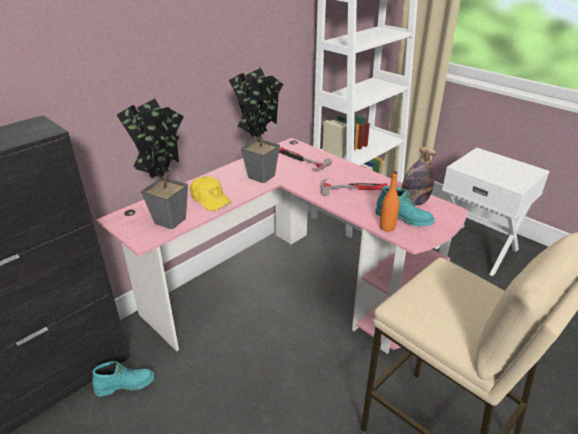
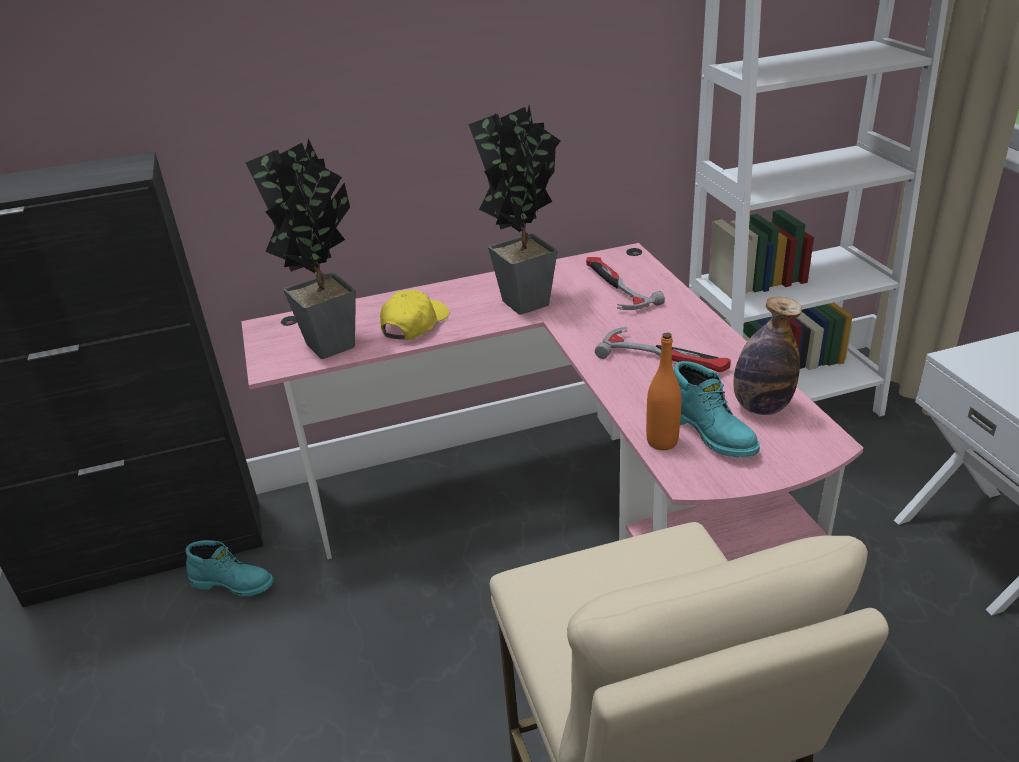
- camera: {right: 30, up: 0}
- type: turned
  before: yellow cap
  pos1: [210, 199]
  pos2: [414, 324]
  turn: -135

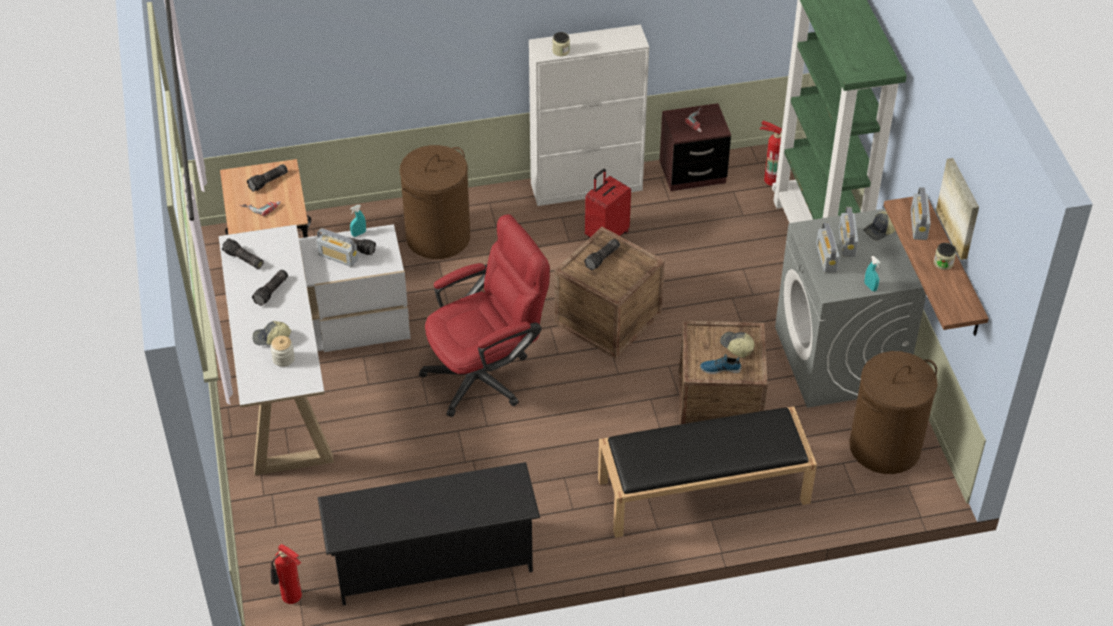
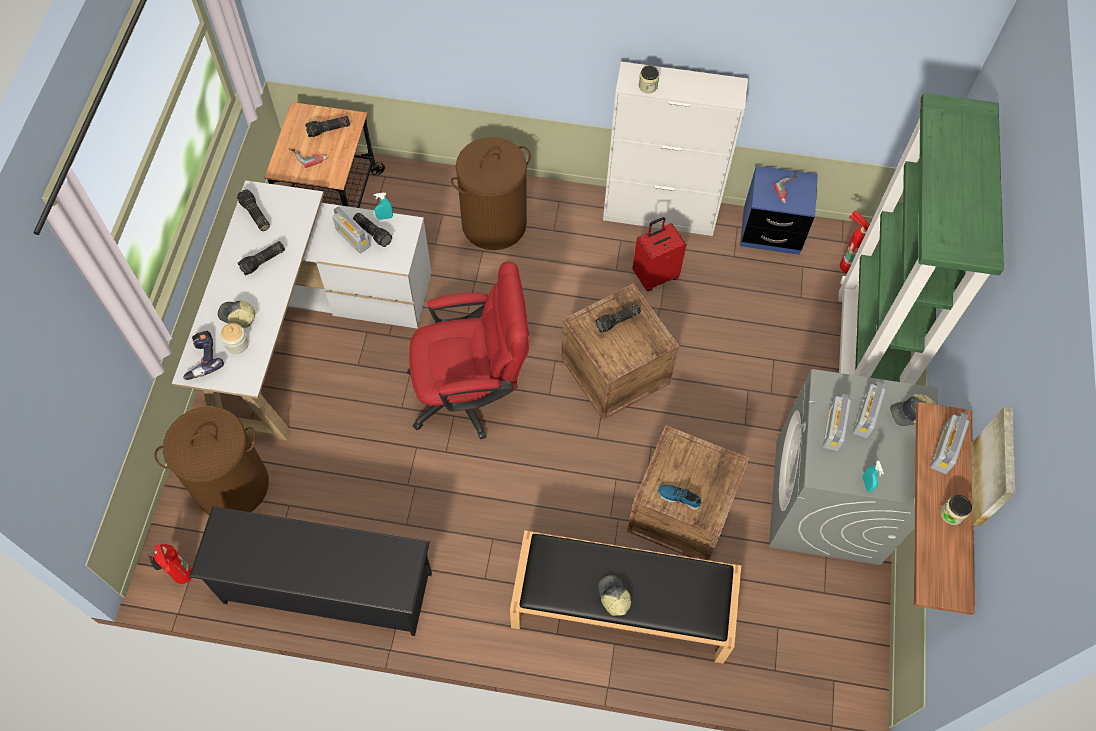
- camera: {right: 20, up: 15}
- type: moved
  before: brown laundry basket
  pos1: [885, 447]
  pos2: [232, 486]
- type: added
  after: power drill
  pos2: [201, 359]
- type: moved
  before: cap
  pos1: [736, 347]
  pos2: [613, 597]
- type: recoloured
  before: brown nightstand
  after: blue nightstand
  pos1: [692, 172]
  pos2: [771, 231]

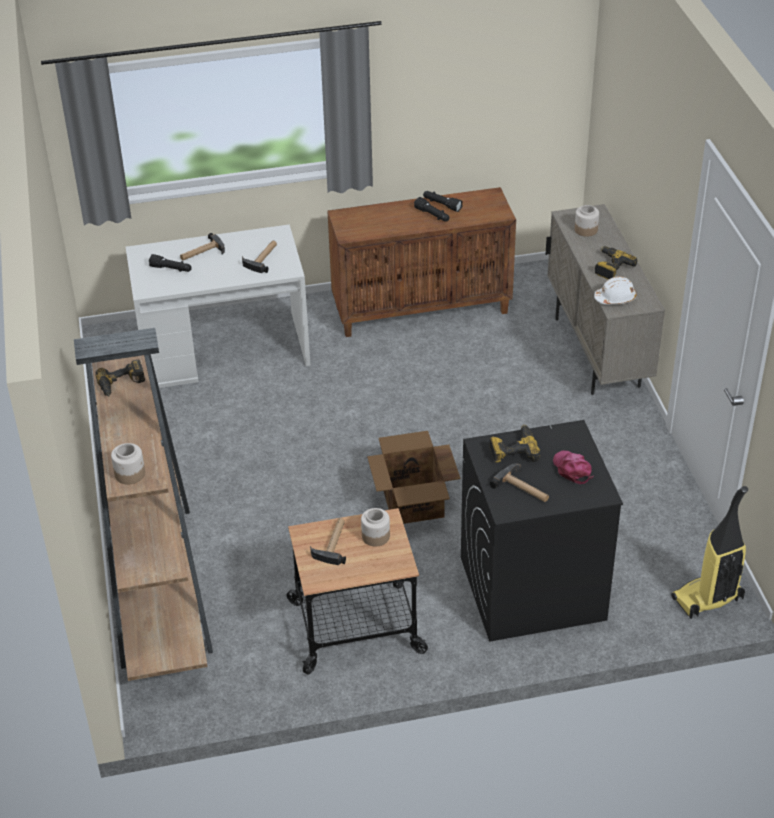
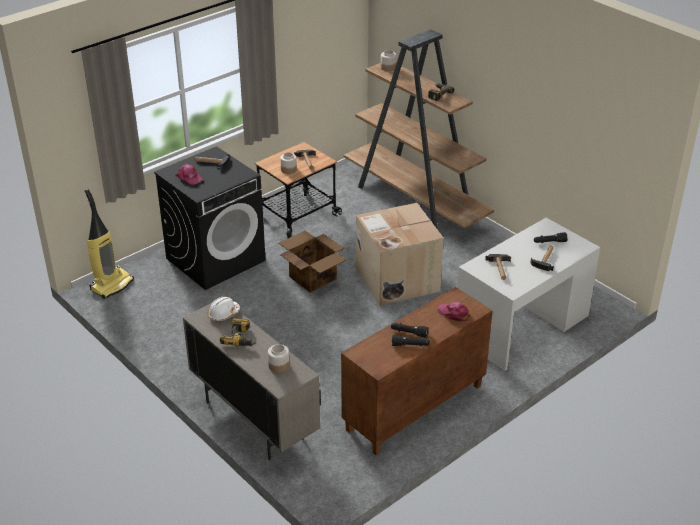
- camera: {right: 150, up: -5}
- type: added
  after: cardboard box
  pos2: [396, 279]
- type: added
  after: pink cap
  pos2: [453, 314]
- type: removed
  before: power drill
  pos1: [513, 450]

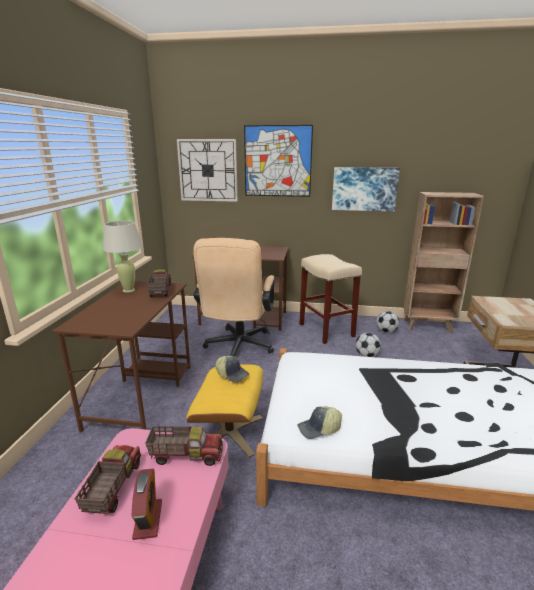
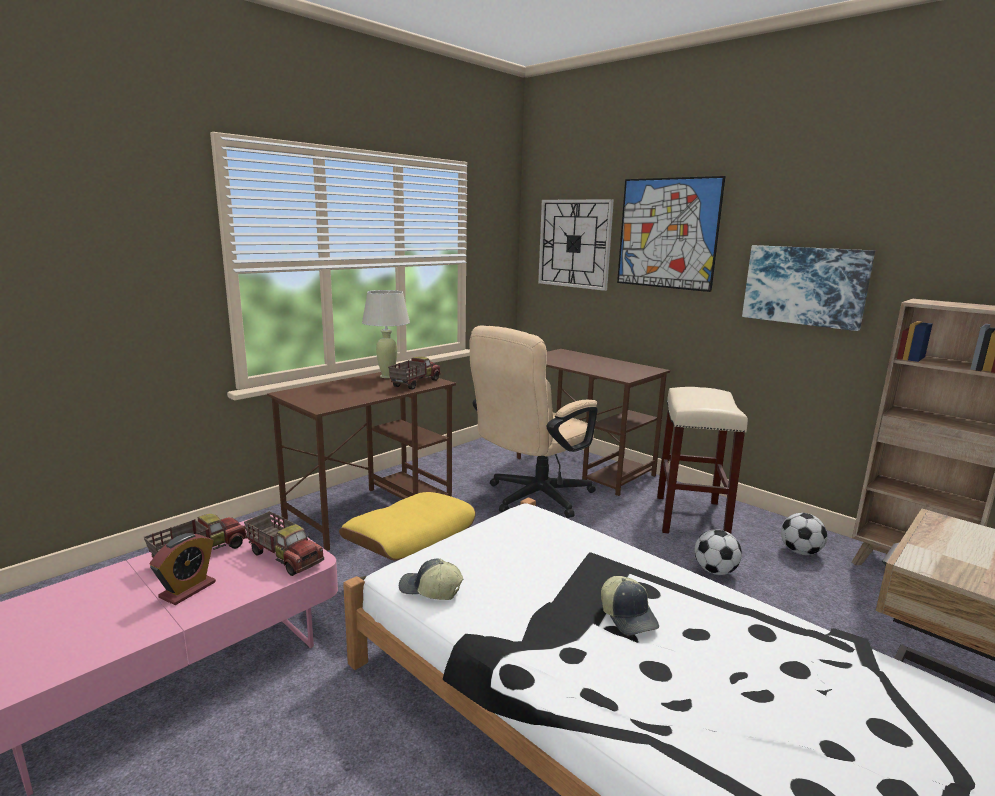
- camera: {right: 35, up: -5}
- type: moved
  before: cap
  pos1: [232, 374]
  pos2: [628, 616]

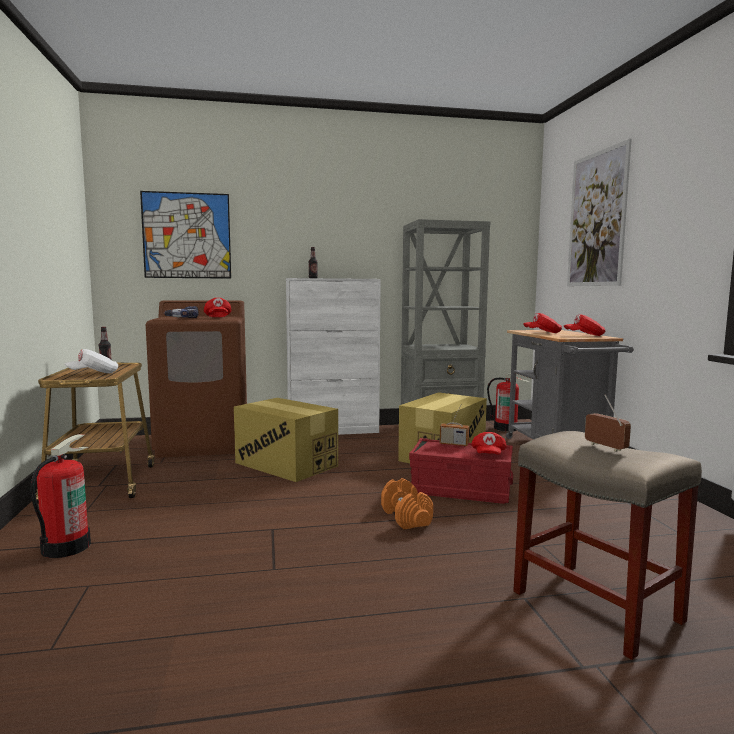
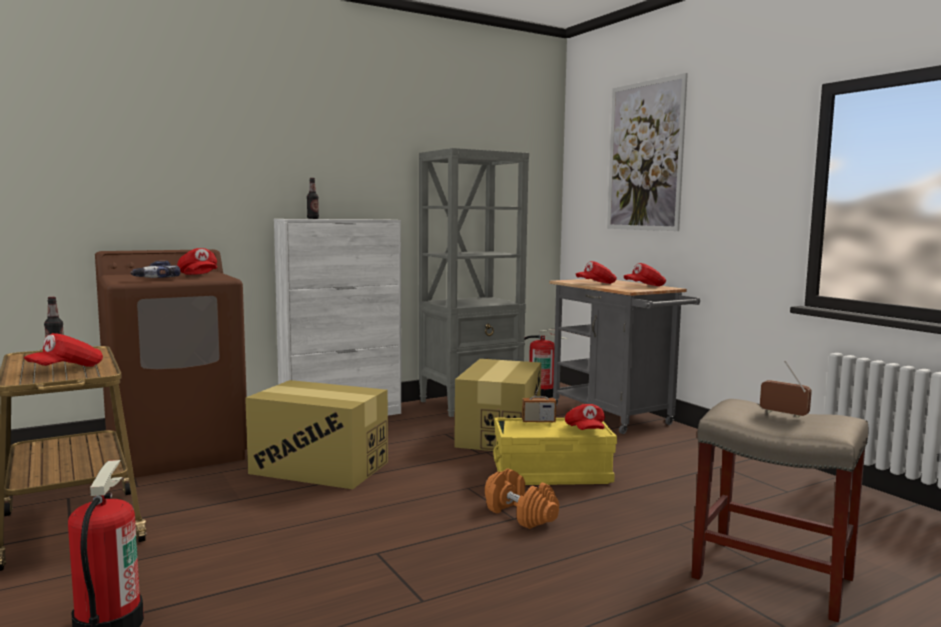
- camera: {right: -20, up: 0}
- type: recoloured
  before: white cap
  after: red cap
  pos1: [93, 374]
  pos2: [67, 369]
- type: recoloured
  before: red storage box
  after: yellow storage box
  pos1: [461, 489]
  pos2: [551, 473]
- type: removed
  before: picture
  pos1: [187, 235]

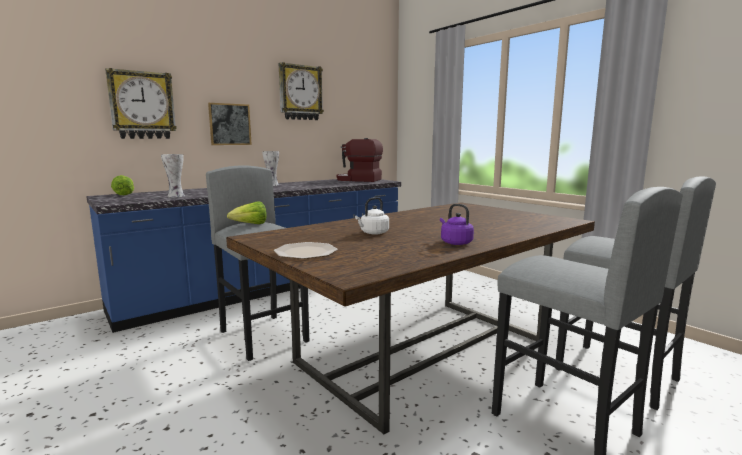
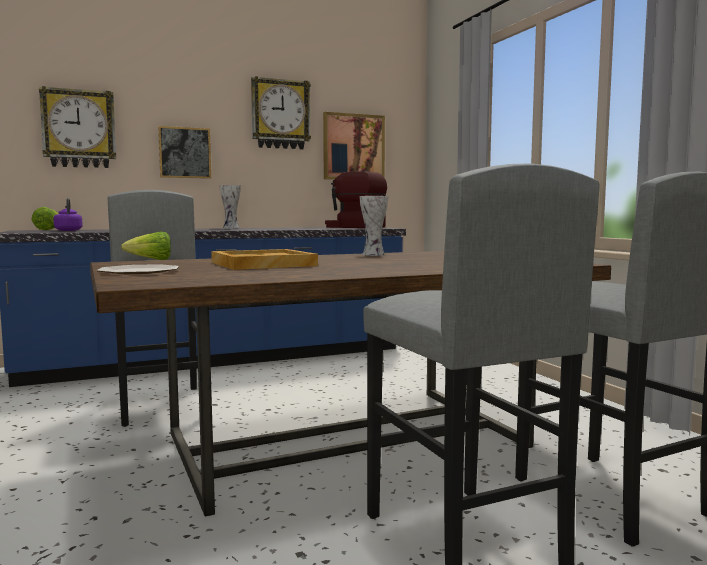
- camera: {right: 15, up: -5}
- type: moved
  before: purple kettle
  pos1: [455, 242]
  pos2: [68, 230]
- type: replaced
  before: white kettle
  after: beige tray
  pos1: [373, 233]
  pos2: [262, 264]
- type: added
  after: picture
  pos2: [353, 147]
- type: moved
  before: vase
  pos1: [175, 196]
  pos2: [373, 255]

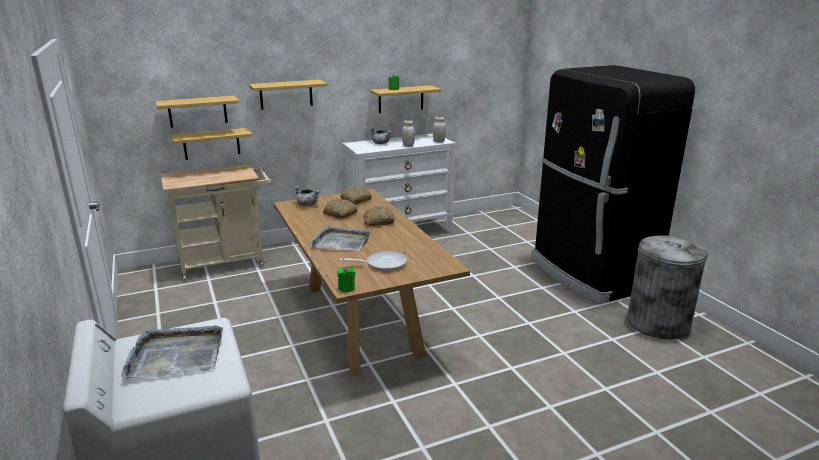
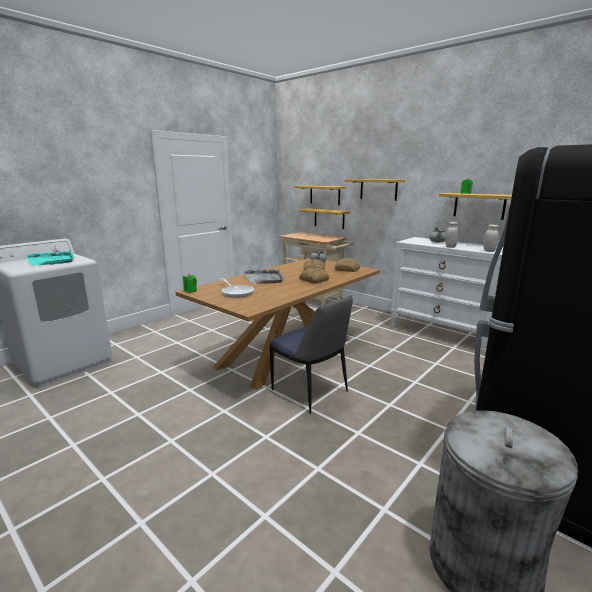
- camera: {right: 65, up: -5}
- type: recoloured
  before: grey tray
  after: turquoise tray
  pos1: [176, 355]
  pos2: [52, 260]
- type: added
  after: chair
  pos2: [311, 392]

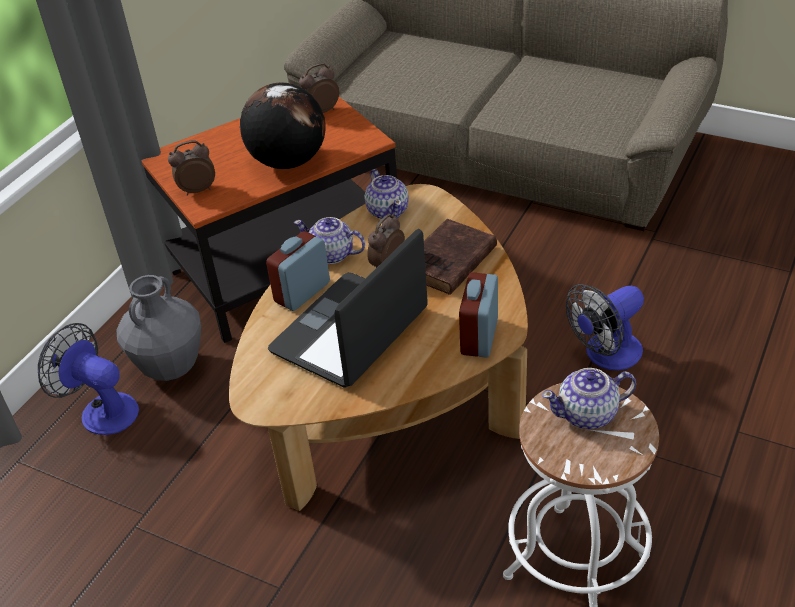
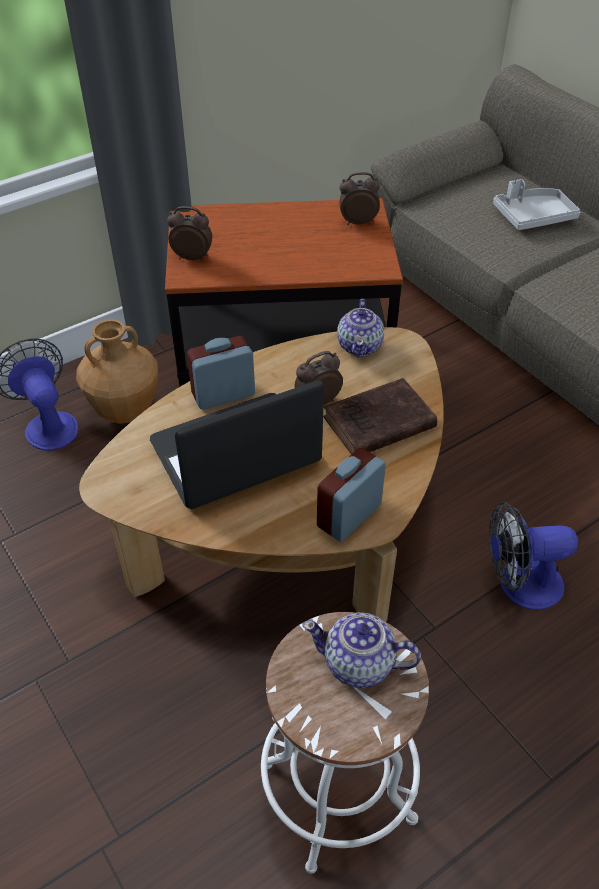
- camera: {right: 25, up: 5}
- type: recoloured
  before: grey vase
  after: brown vase
  pos1: [171, 367]
  pos2: [126, 411]
- type: added
  after: grey tray
  pos2: [533, 217]
- type: removed
  before: globe
  pos1: [288, 162]
- type: removed
  before: teapot
  pos1: [332, 254]

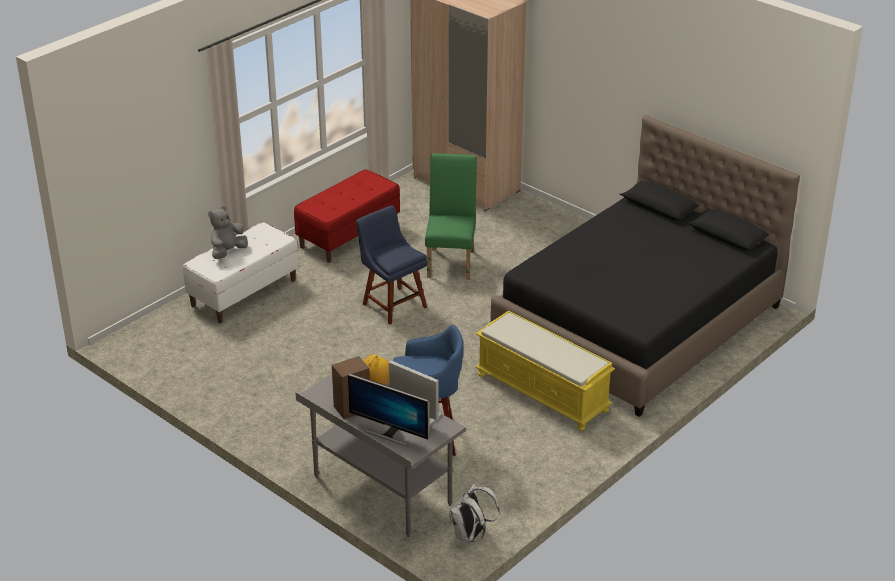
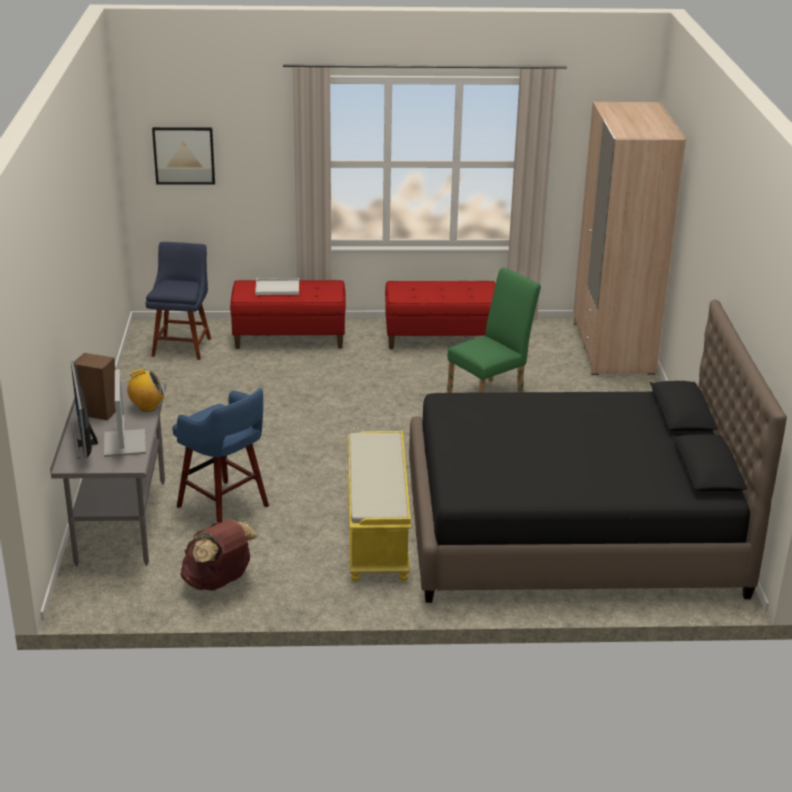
- camera: {right: 45, up: -5}
- type: moved
  before: blue chair
  pos1: [392, 304]
  pos2: [182, 345]
- type: added
  after: picture
  pos2: [184, 155]
- type: added
  after: brown backpack
  pos2: [218, 582]
- type: recoloured
  before: white bench
  after: red bench
  pos1: [243, 292]
  pos2: [289, 338]
- type: replaced
  before: grey plush toy
  after: white tray
  pos1: [228, 252]
  pos2: [278, 287]
- type: removed
  before: white backpack
  pos1: [471, 536]

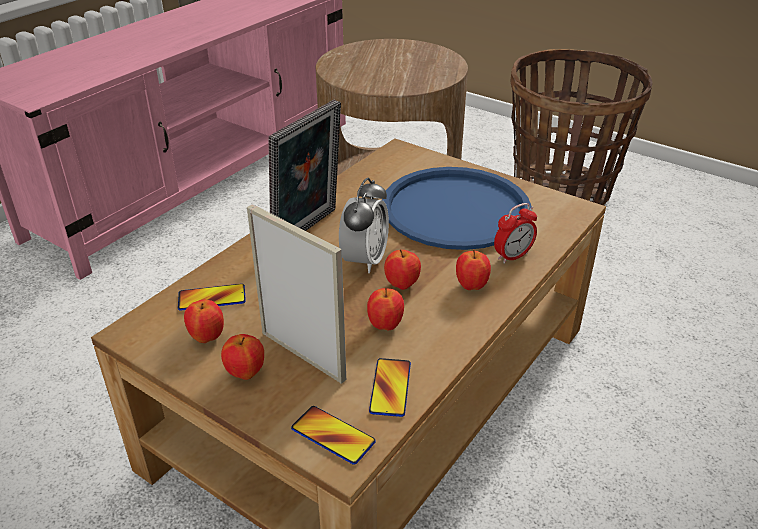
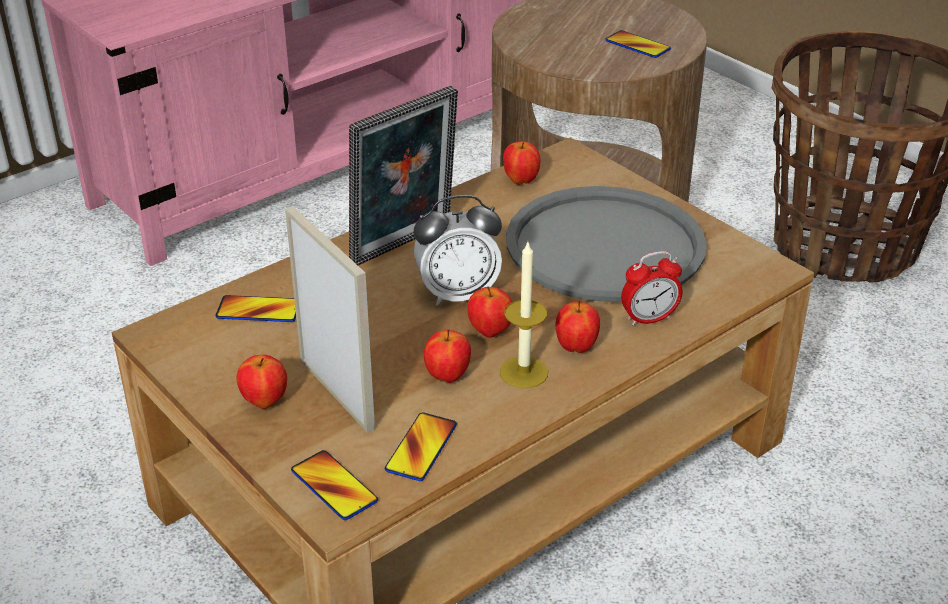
- camera: {right: 15, up: 0}
- type: turned
  before: alarm clock
  pos1: [364, 260]
  pos2: [458, 294]
  turn: 45
- type: added
  after: candle
  pos2: [524, 372]
- type: moved
  before: apple
  pos1: [207, 337]
  pos2: [521, 181]
- type: recoloured
  before: blue tray
  after: grey tray
  pos1: [456, 209]
  pos2: [605, 246]
- type: added
  after: phone
  pos2: [637, 45]

